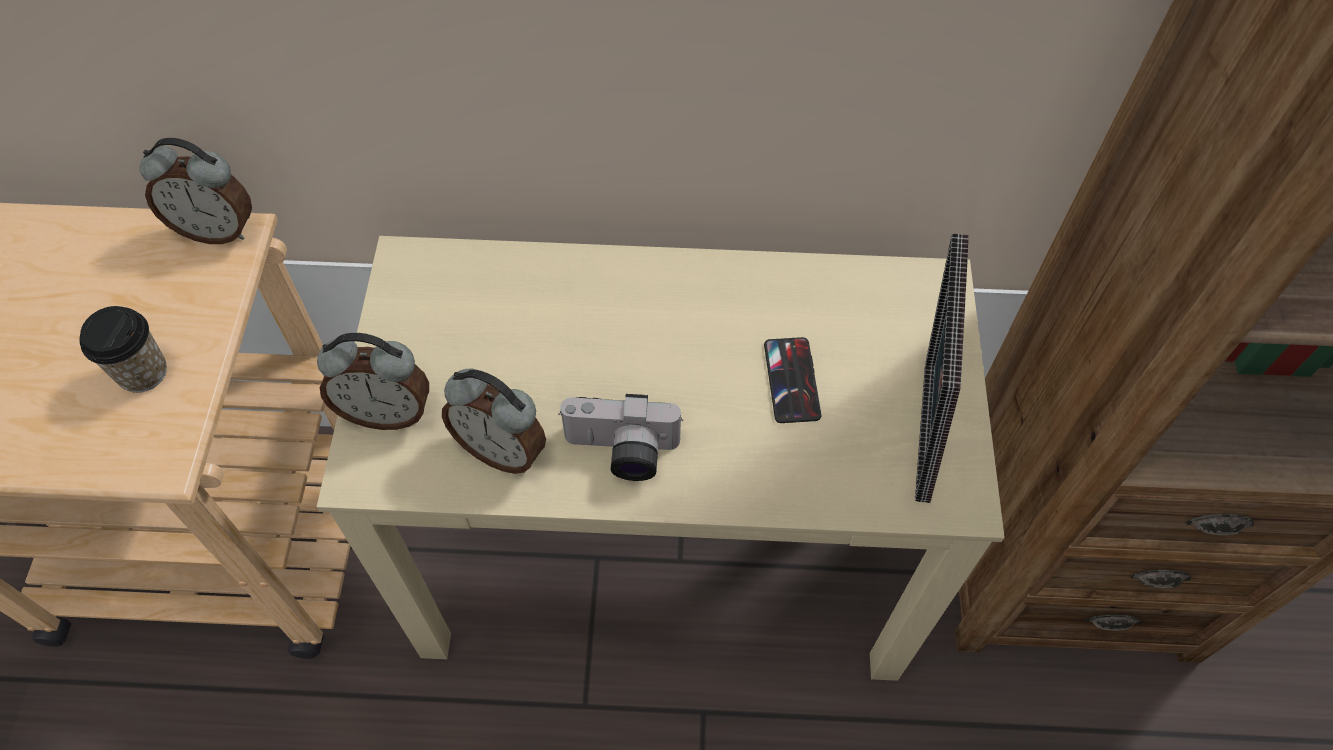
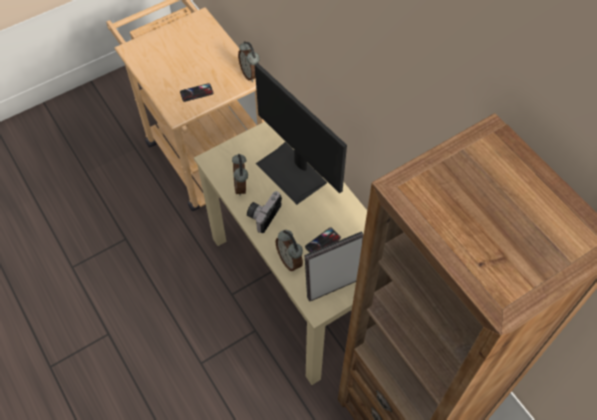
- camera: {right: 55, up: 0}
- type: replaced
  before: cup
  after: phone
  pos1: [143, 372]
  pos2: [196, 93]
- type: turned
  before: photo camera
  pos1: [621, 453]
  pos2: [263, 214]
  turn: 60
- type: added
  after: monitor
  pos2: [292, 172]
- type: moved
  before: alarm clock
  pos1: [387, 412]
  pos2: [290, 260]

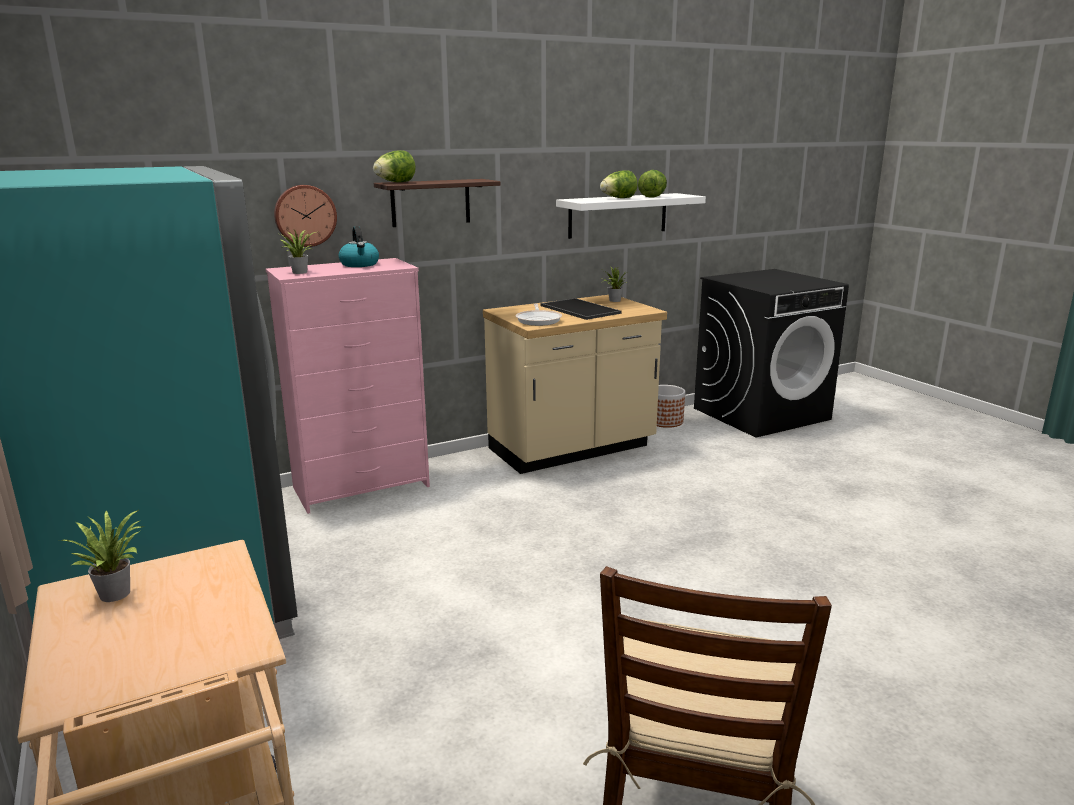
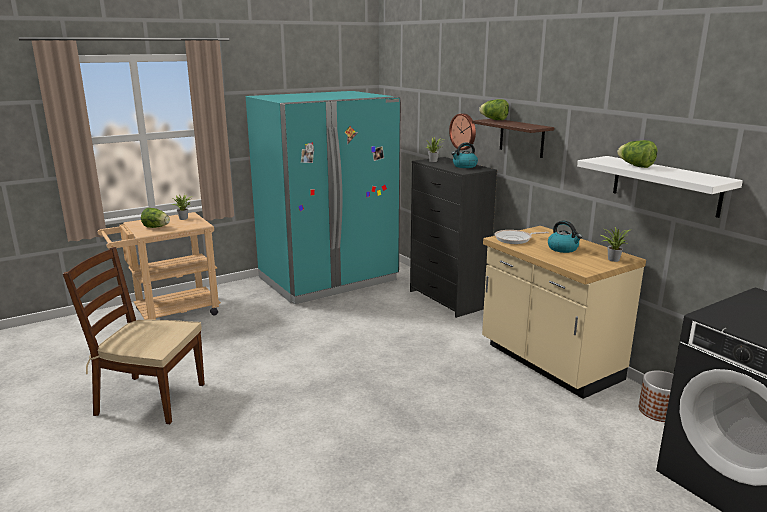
- camera: {right: 85, up: 0}
- type: moved
  before: lettuce
  pos1: [653, 196]
  pos2: [156, 227]
- type: recoloured
  before: pink dresser
  after: black dresser
  pos1: [362, 486]
  pos2: [448, 299]
- type: replaced
  before: tray
  after: kettle
  pos1: [578, 309]
  pos2: [563, 249]

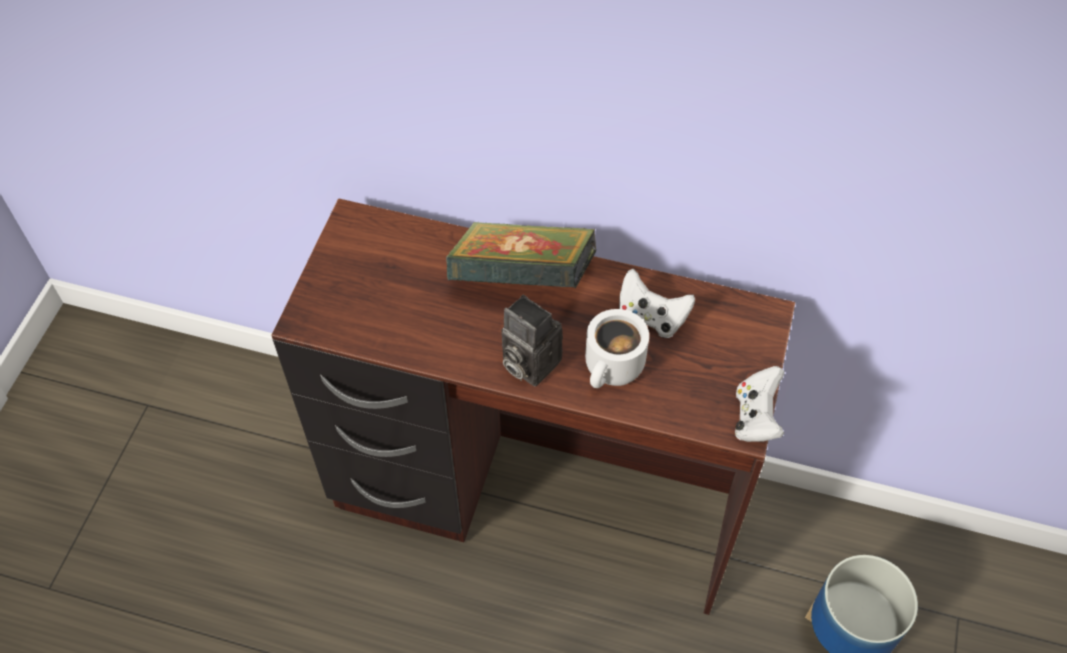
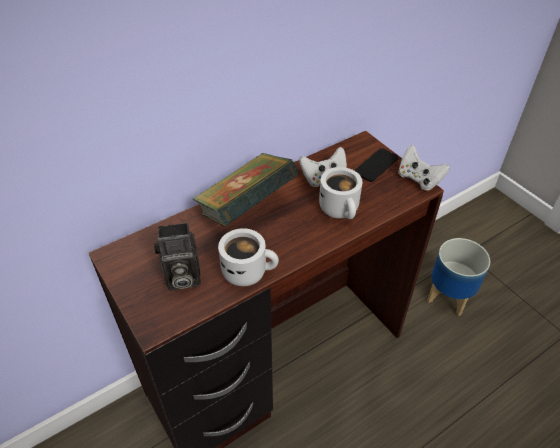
- camera: {right: -50, up: -10}
- type: moved
  before: photo camera
  pos1: [527, 362]
  pos2: [181, 278]
- type: added
  after: white mug
  pos2: [248, 271]
- type: added
  after: phone
  pos2: [376, 165]

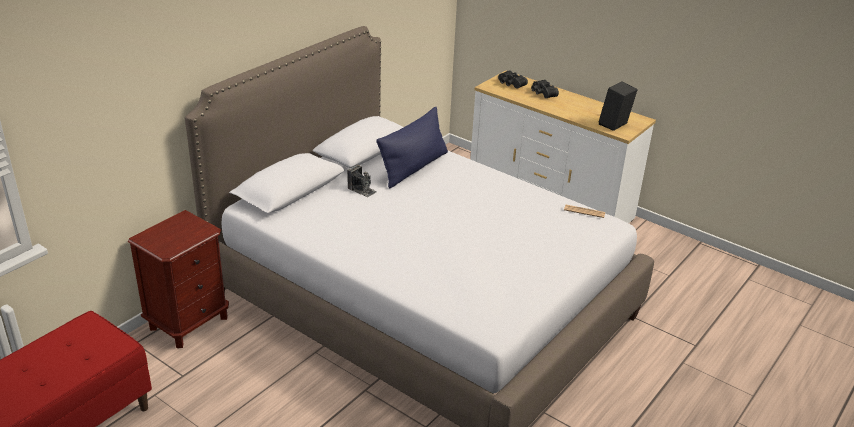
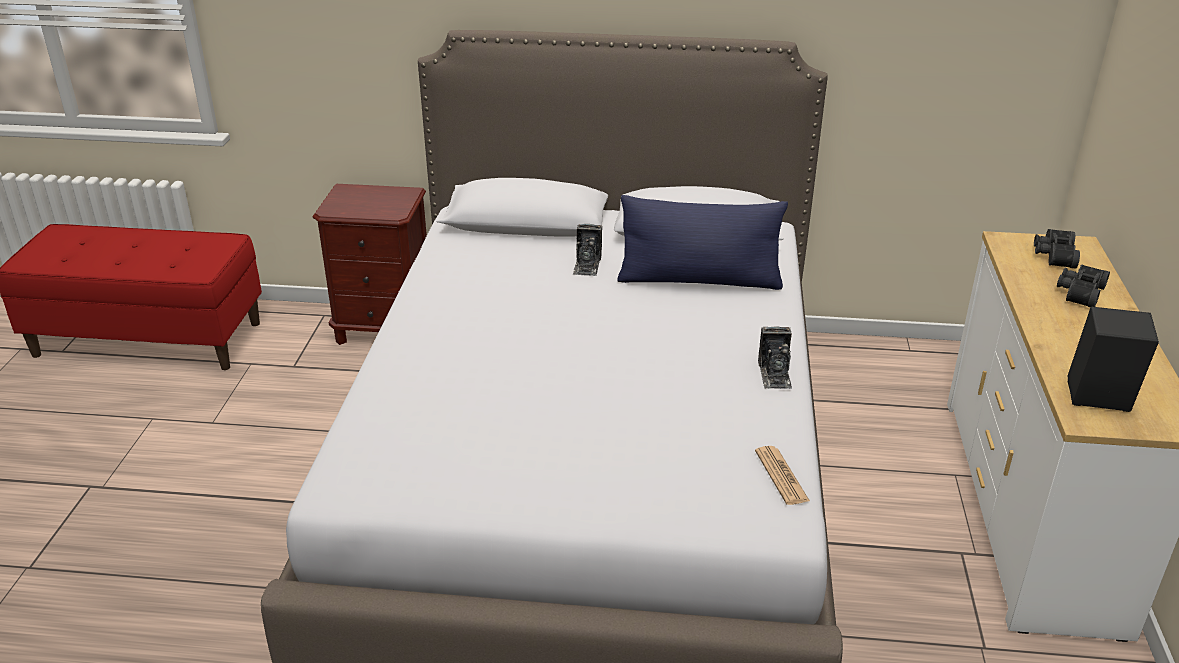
- camera: {right: 60, up: 0}
- type: added
  after: photo camera
  pos2: [774, 374]

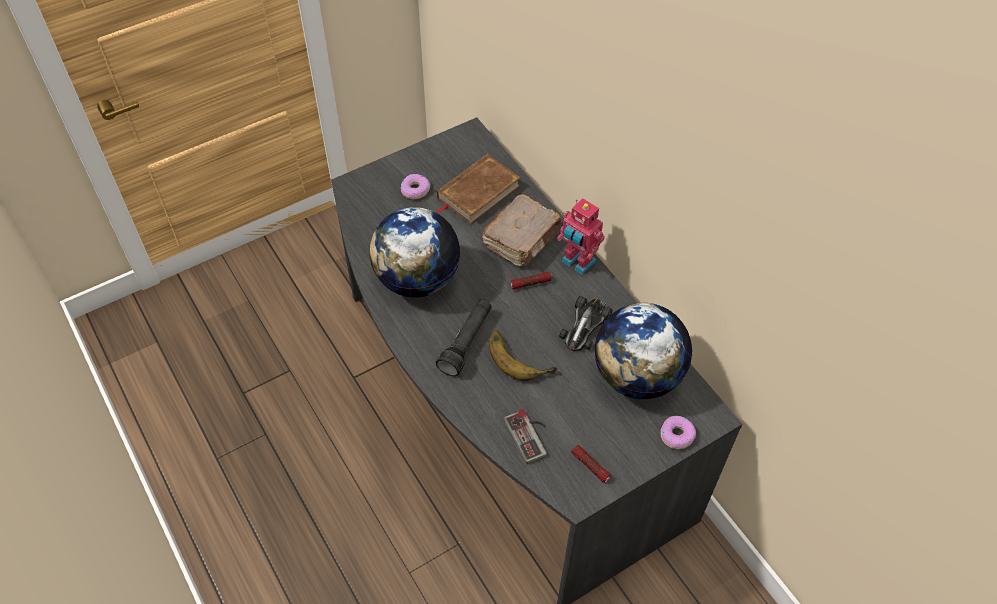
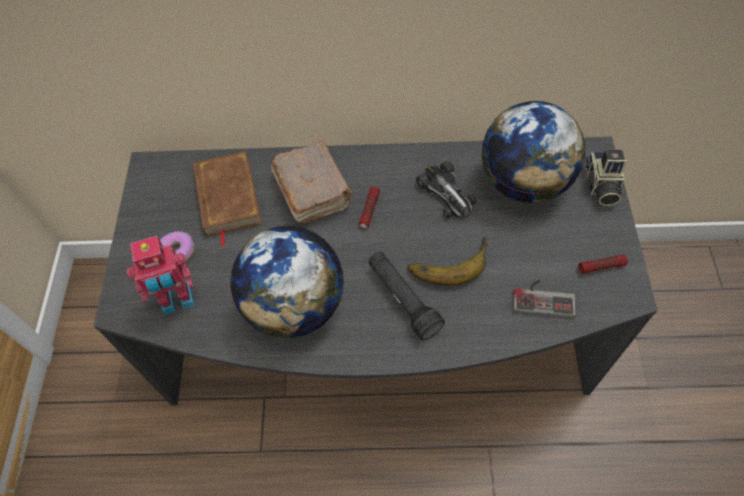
- camera: {right: -55, up: 5}
- type: moved
  before: toy robot
  pos1: [577, 263]
  pos2: [177, 300]
- type: replaced
  before: donut
  after: photo camera
  pos1: [676, 435]
  pos2: [600, 186]

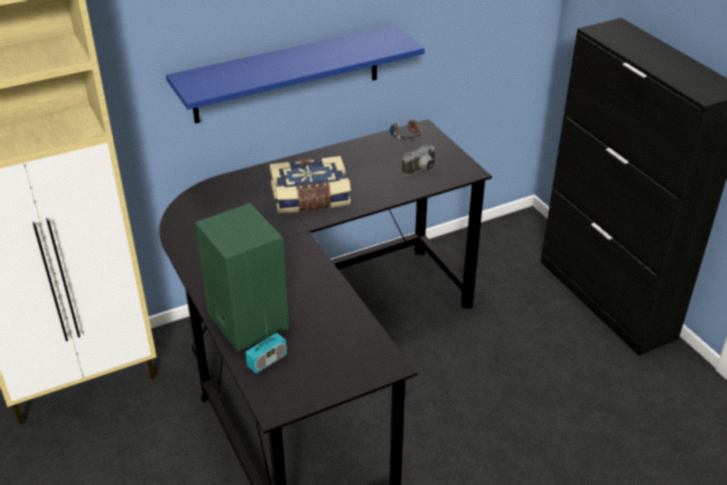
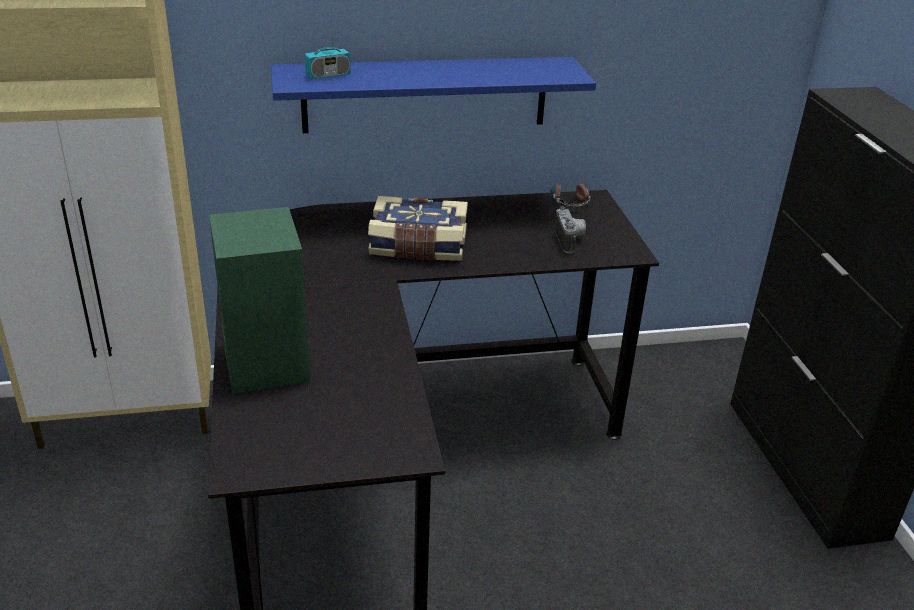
- camera: {right: 15, up: -5}
- type: moved
  before: radio
  pos1: [267, 361]
  pos2: [328, 75]
- type: turned
  before: photo camera
  pos1: [421, 170]
  pos2: [570, 241]
  turn: -75

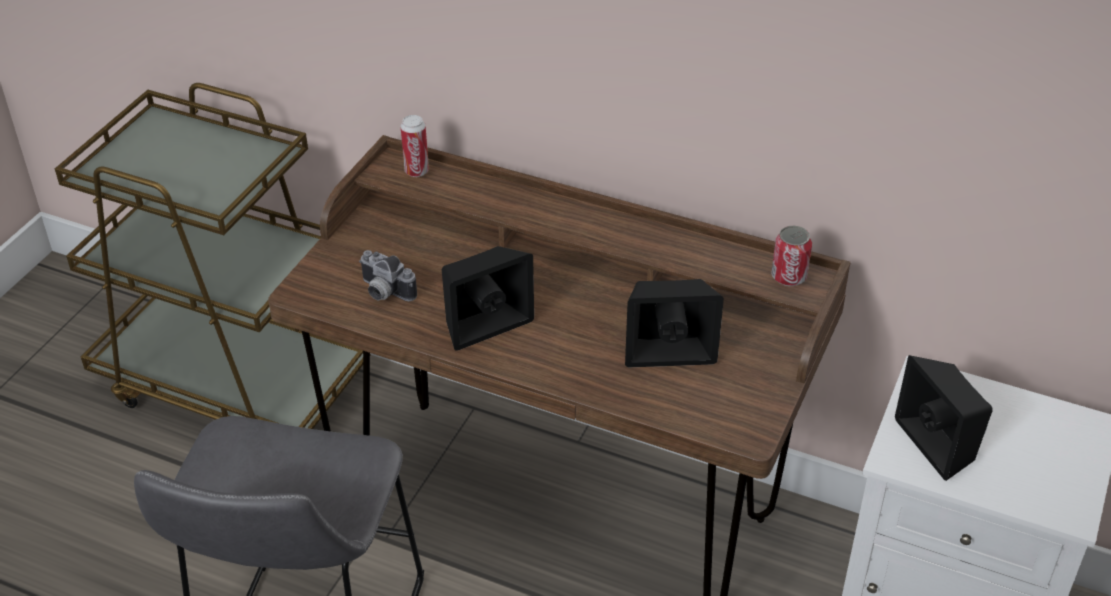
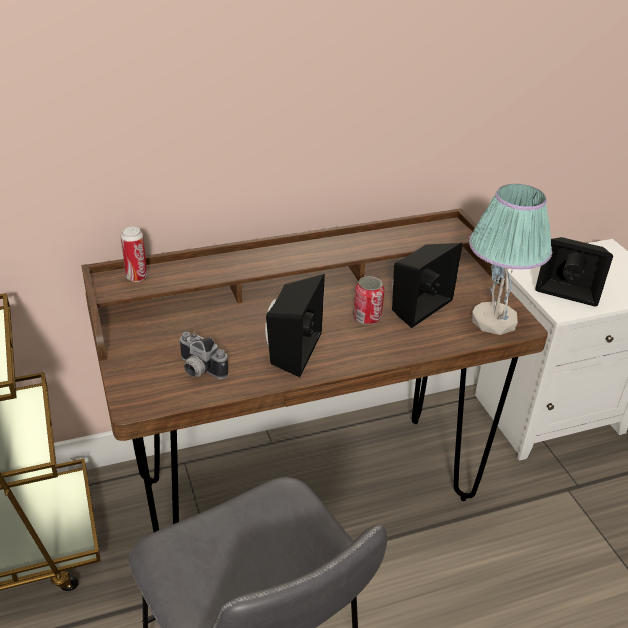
- camera: {right: -45, up: -5}
- type: turned
  before: photo camera
  pos1: [383, 292]
  pos2: [198, 370]
  turn: 45
- type: moved
  before: can
  pos1: [788, 276]
  pos2: [367, 317]
- type: added
  after: table lamp
  pos2: [494, 321]

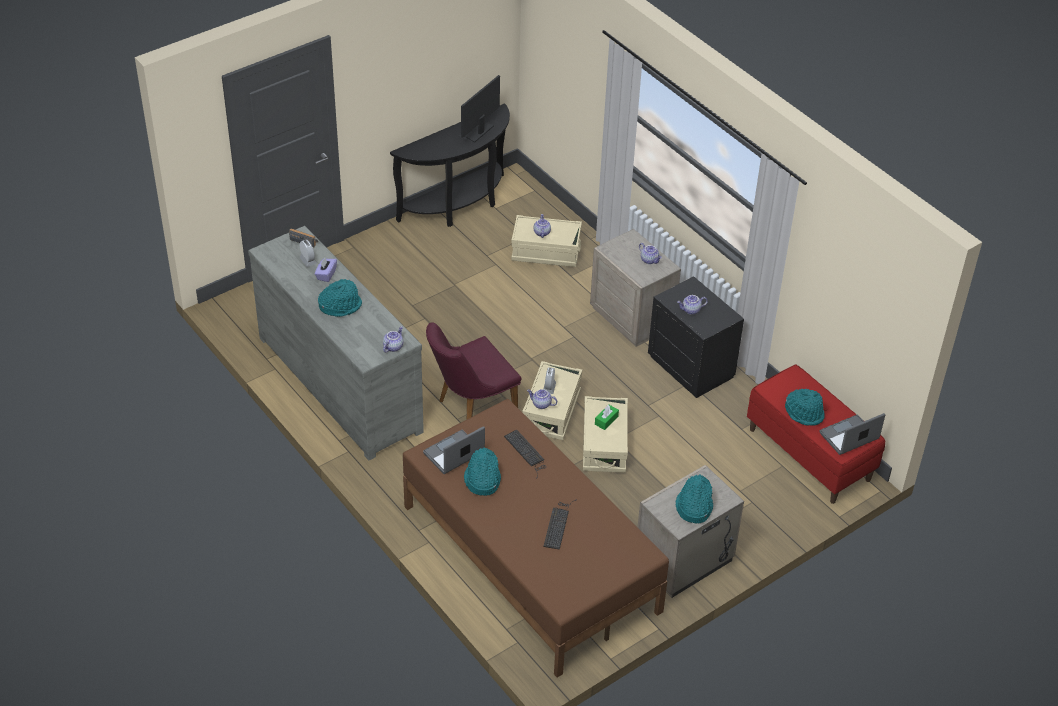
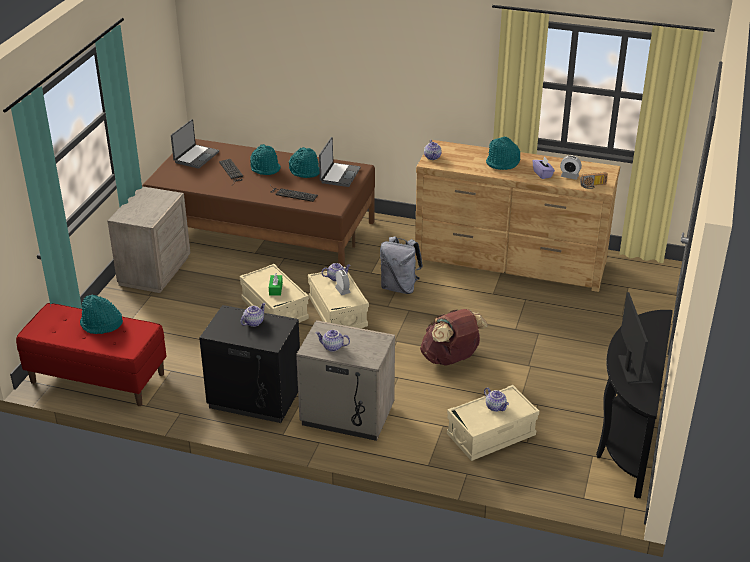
- camera: {right: 145, up: -10}
- type: moved
  before: laptop
  pos1: [849, 437]
  pos2: [196, 157]
- type: moved
  before: turquoise hat
  pos1: [693, 507]
  pos2: [265, 168]
- type: replaced
  before: purple chair
  after: grey backpack
  pos1: [470, 409]
  pos2: [399, 287]
- type: recoloured
  before: grey dresser
  after: brown dresser
  pos1: [340, 383]
  pos2: [510, 261]
- type: added
  after: brown backpack
  pos2: [451, 359]

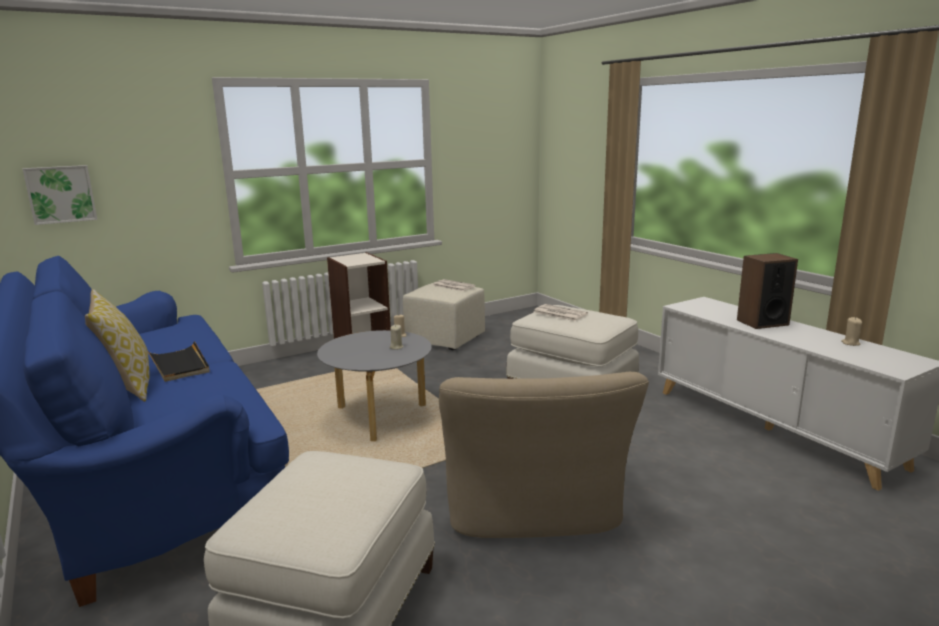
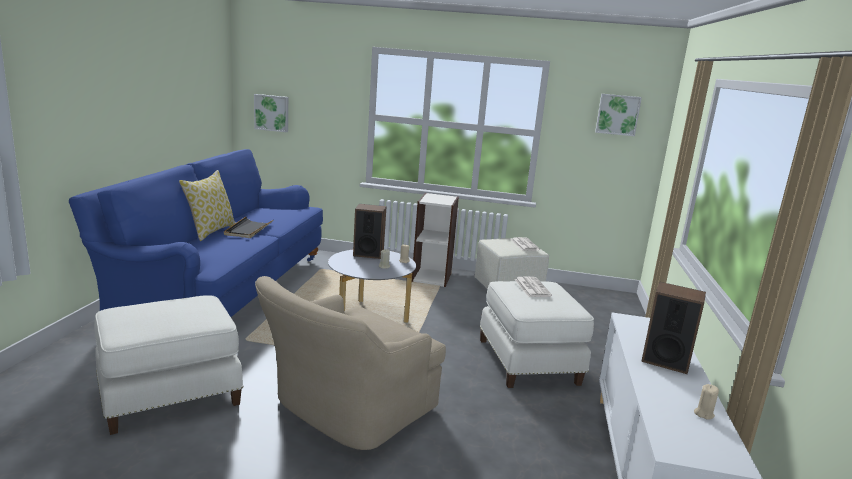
- camera: {right: 40, up: 0}
- type: added
  after: speaker
  pos2: [368, 254]
- type: added
  after: picture
  pos2: [617, 114]

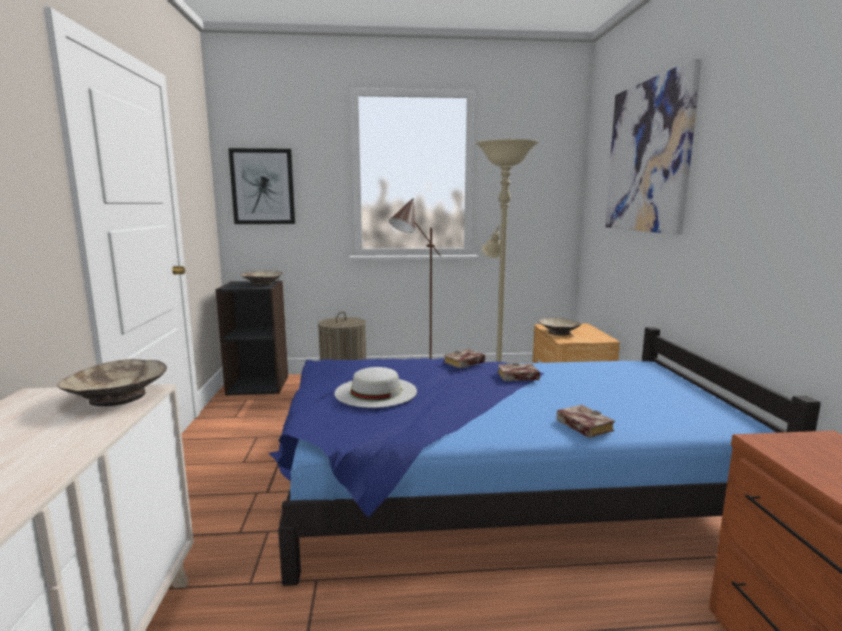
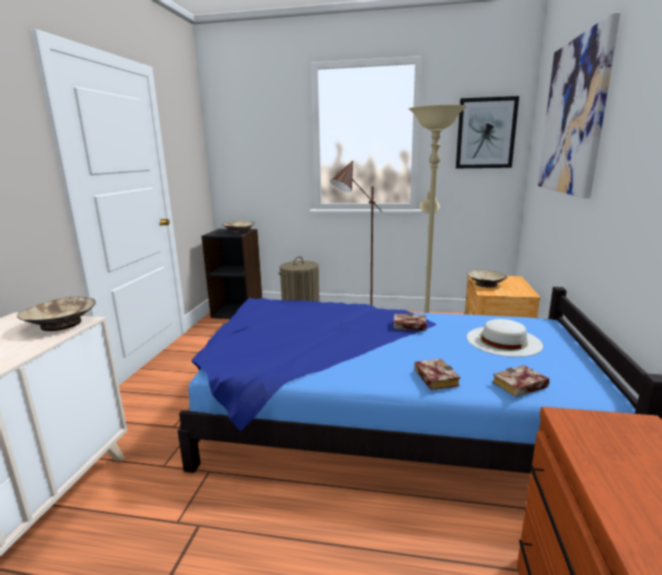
- camera: {right: 15, up: 5}
- type: moved
  before: picture
  pos1: [263, 187]
  pos2: [485, 133]
- type: moved
  before: white hat
  pos1: [375, 392]
  pos2: [503, 341]
- type: moved
  before: book
  pos1: [464, 363]
  pos2: [519, 386]

